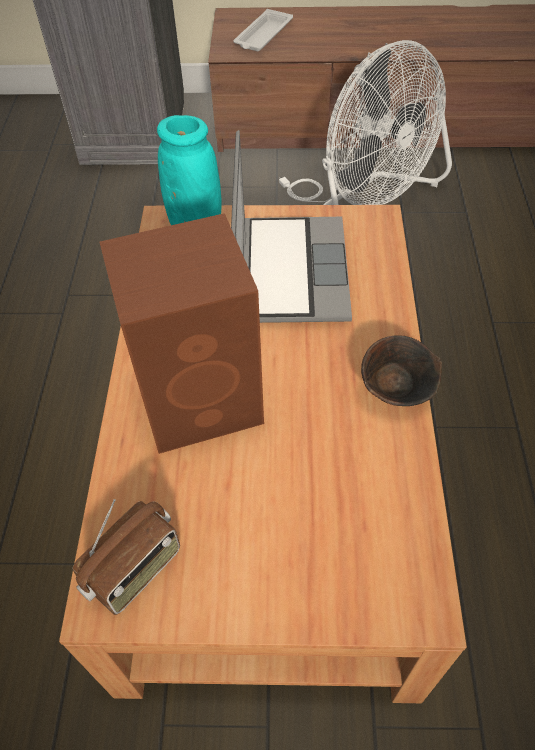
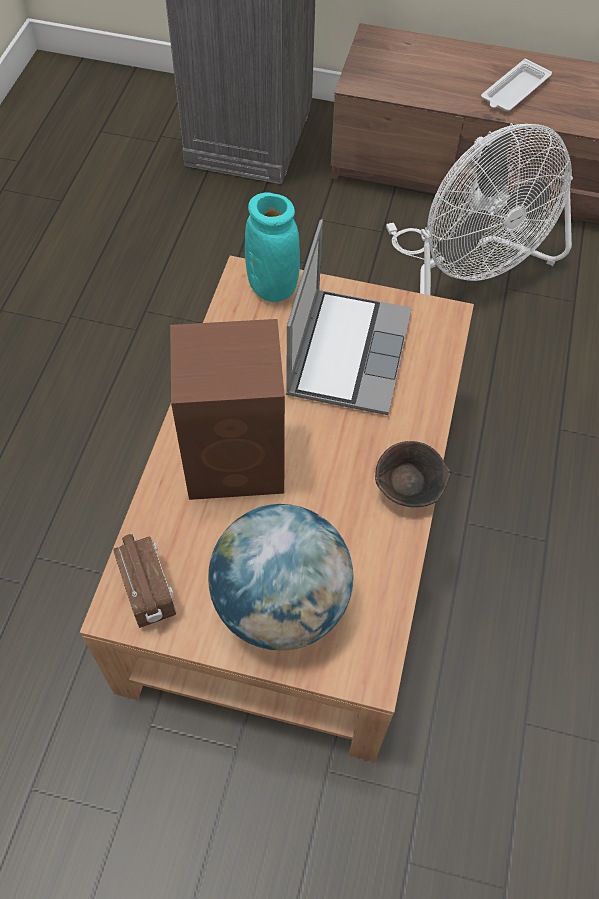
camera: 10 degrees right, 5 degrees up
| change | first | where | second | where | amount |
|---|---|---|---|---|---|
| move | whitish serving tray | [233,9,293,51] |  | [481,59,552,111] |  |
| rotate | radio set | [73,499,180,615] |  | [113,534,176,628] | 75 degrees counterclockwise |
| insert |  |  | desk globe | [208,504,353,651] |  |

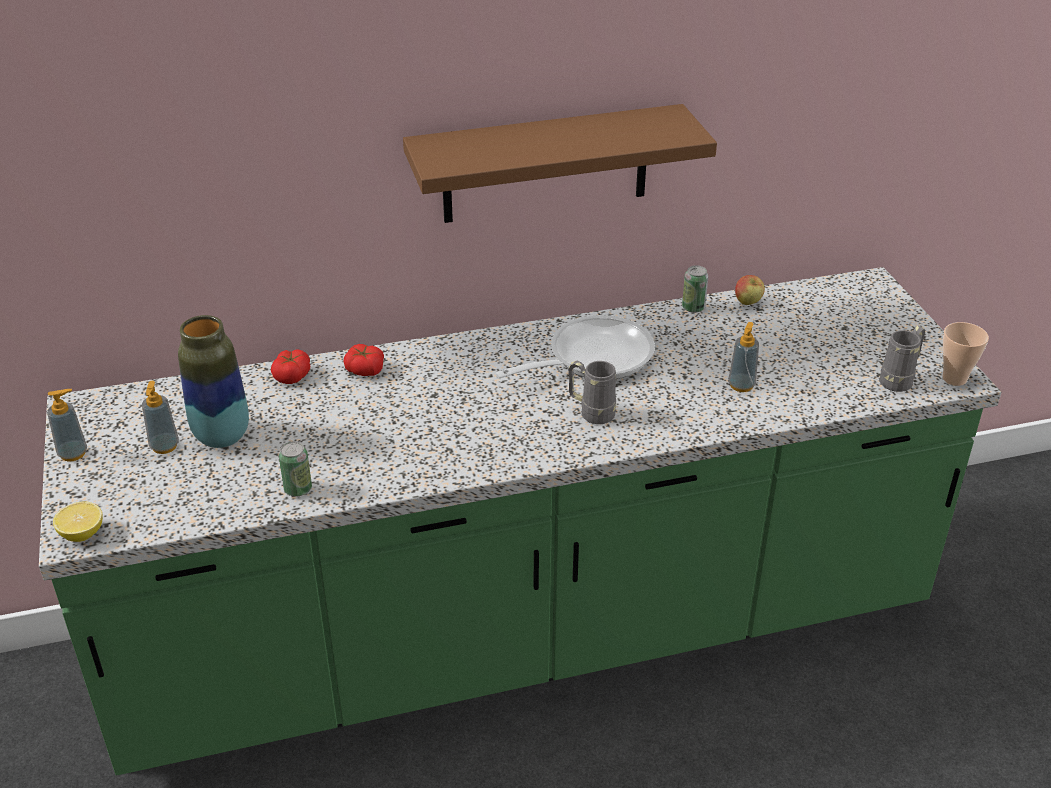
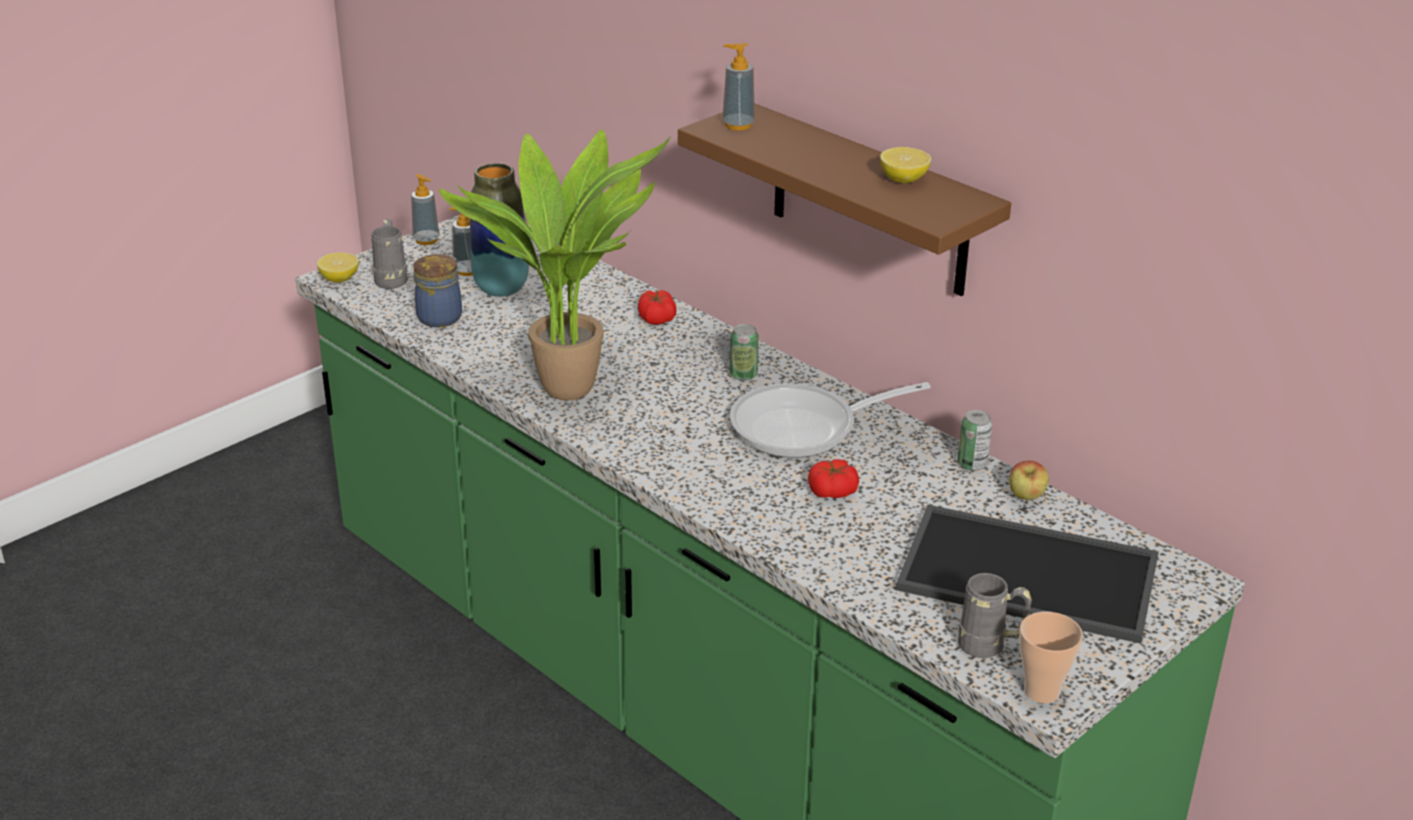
camera: 60 degrees right, 5 degrees down
| change | first | where | second | where | amount |
|---|---|---|---|---|---|
| rotate | frying pan | [496,315,655,379] |  | [730,382,931,458] | 135 degrees clockwise |
| move | soap bottle | [728,322,759,392] |  | [722,43,755,131] |  |
| move | tomato | [271,349,310,384] |  | [808,459,859,498] |  |
| move | greyish tea mug | [569,361,616,424] |  | [371,219,408,289] |  |
| move | metal can | [279,441,312,496] |  | [730,324,759,381] |  |
| insert |  |  | plant in a pot | [439,130,671,400] |  |
| insert |  |  | lemon | [880,147,931,183] |  |
| insert |  |  | storage jar | [413,254,462,327] |  |
| insert |  |  | serving tray | [896,505,1159,644] |  |

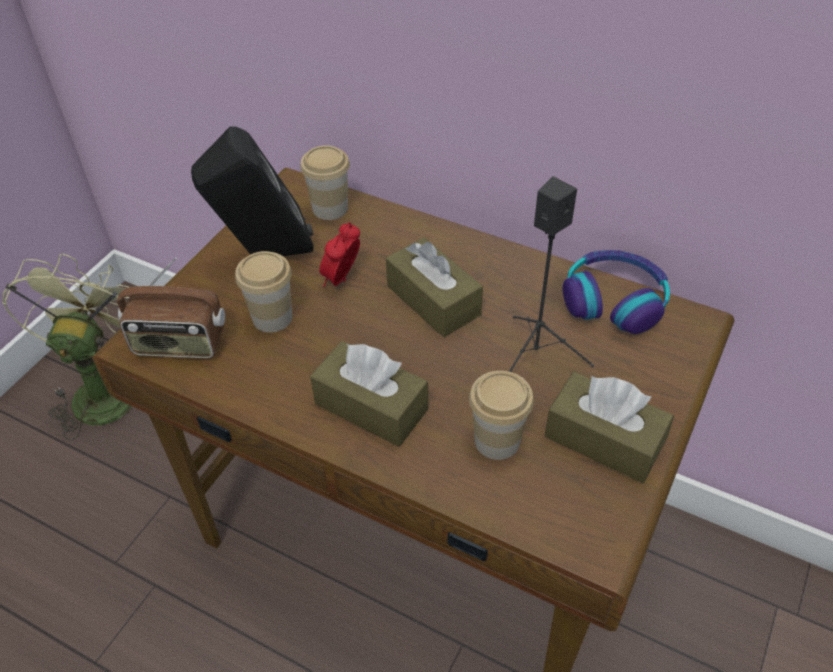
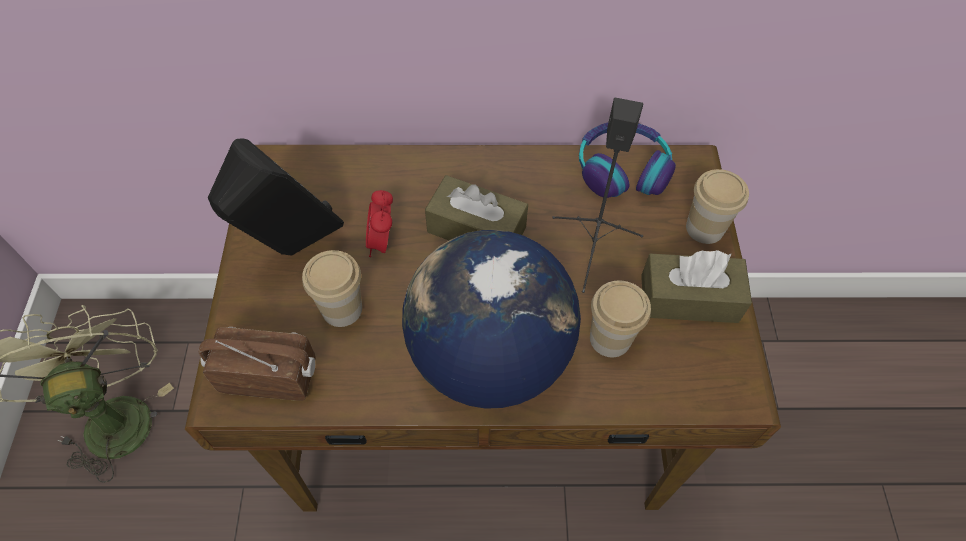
camera: 30 degrees left, 10 degrees up
| change | first | where | second | where | amount |
|---|---|---|---|---|---|
| move | small cup | [300,145,350,220] |  | [686,169,749,244] |  |
| rotate | radio set | [117,257,225,359] |  | [199,327,316,401] | 150 degrees counterclockwise |
| replace | brown tissue holder | [310,341,428,447] | desk globe | [402,230,581,409] |  |

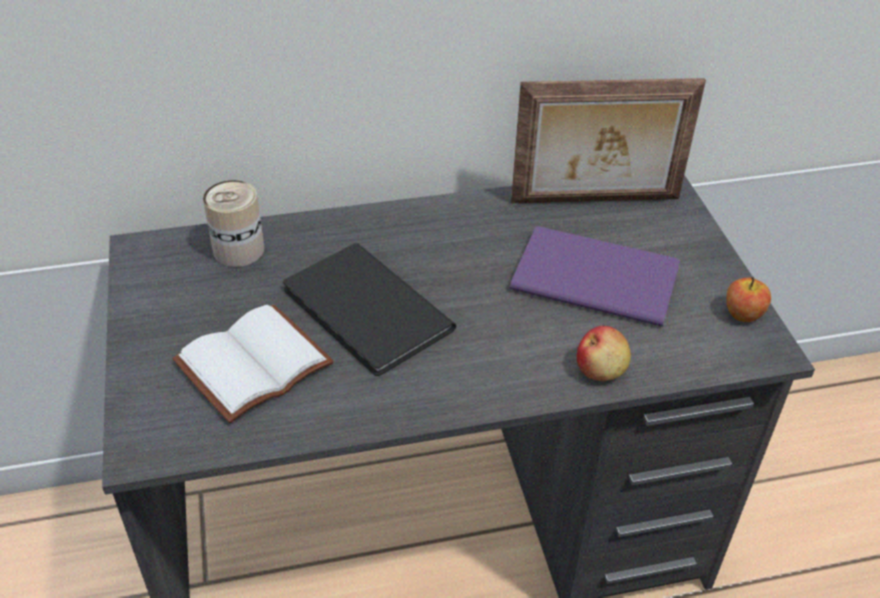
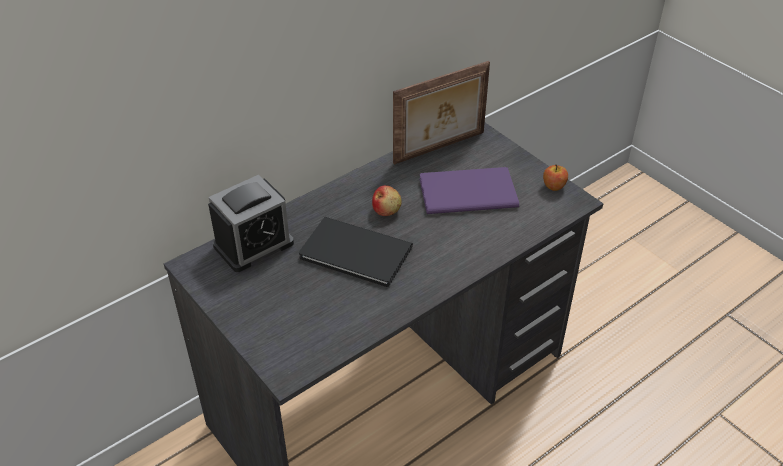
camera: 25 degrees left, 0 degrees up
| change | first | where | second | where | amount |
|---|---|---|---|---|---|
| replace | metal can | [203,180,264,267] | bedside clock | [208,175,294,272] |  |
| delete | whitish bound book | [172,305,334,423] |  |  |  |
| move | apple fruit | [576,326,631,381] |  | [372,185,402,216] |  |

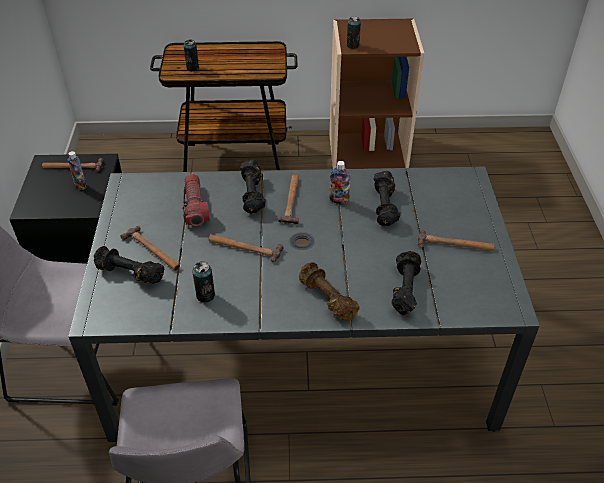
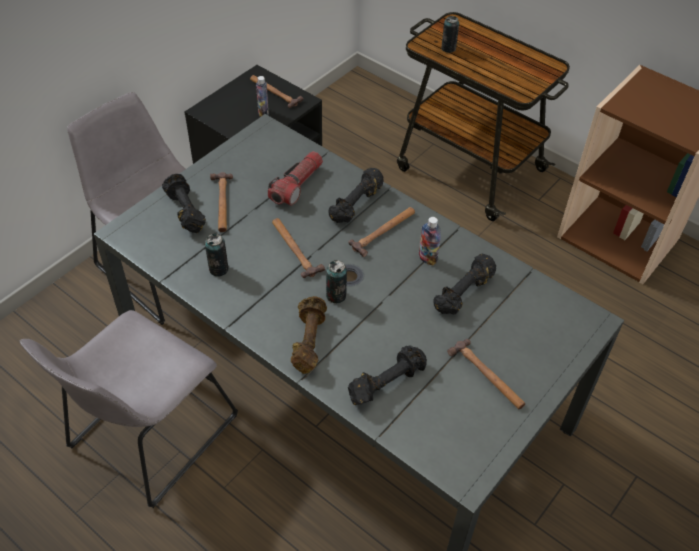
camera: 40 degrees right, 5 degrees up
| change | first | where | second | where | amount |
|---|---|---|---|---|---|
| move | metal can | [347,16,361,49] |  | [326,260,347,303] |  |

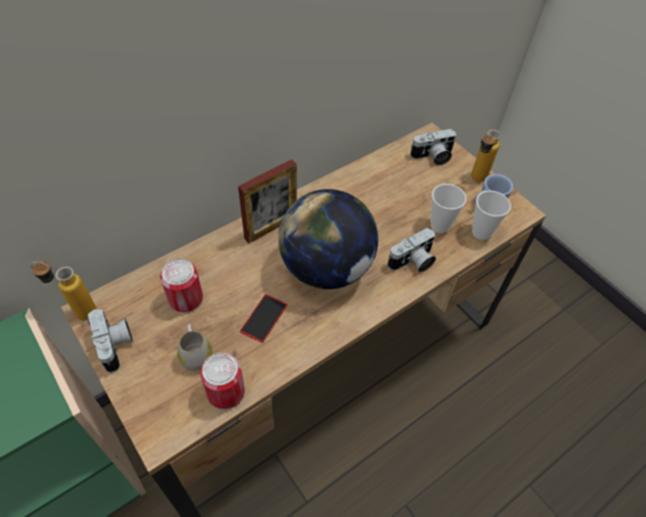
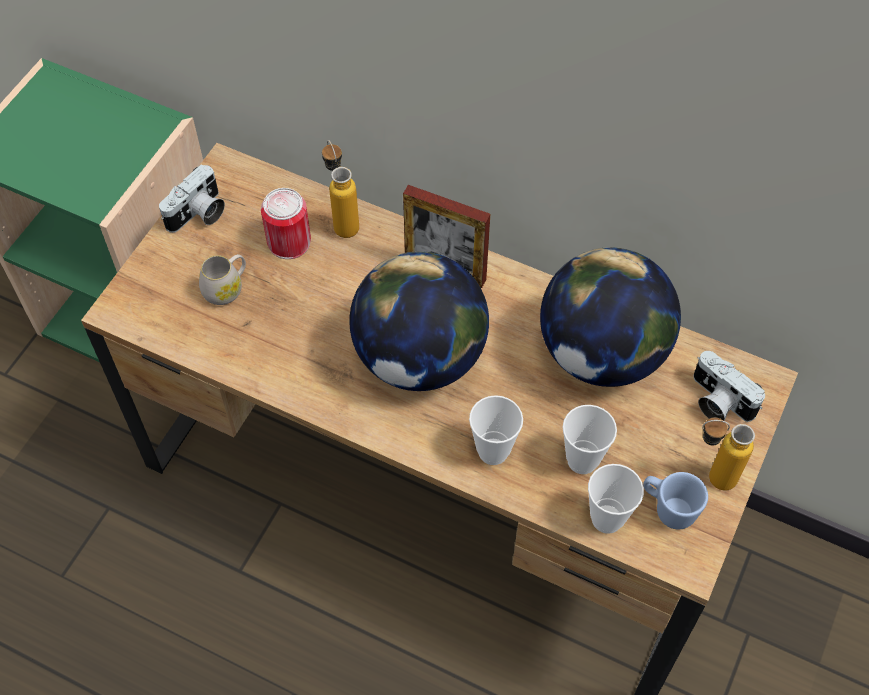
camera: 65 degrees right, 5 degrees up
| change | first | where | second | where | amount |
|---|---|---|---|---|---|
| replace | still camera | [388,228,436,273] | small cup | [469,395,523,465] |  |
| move | bottle | [31,262,97,321] |  | [322,140,359,238] |  |
| delete | telephone | [240,294,287,343] |  |  |  |
| delete | metal can | [200,353,245,410] |  |  |  |
| insert |  |  | desk globe | [540,247,681,387] |  |

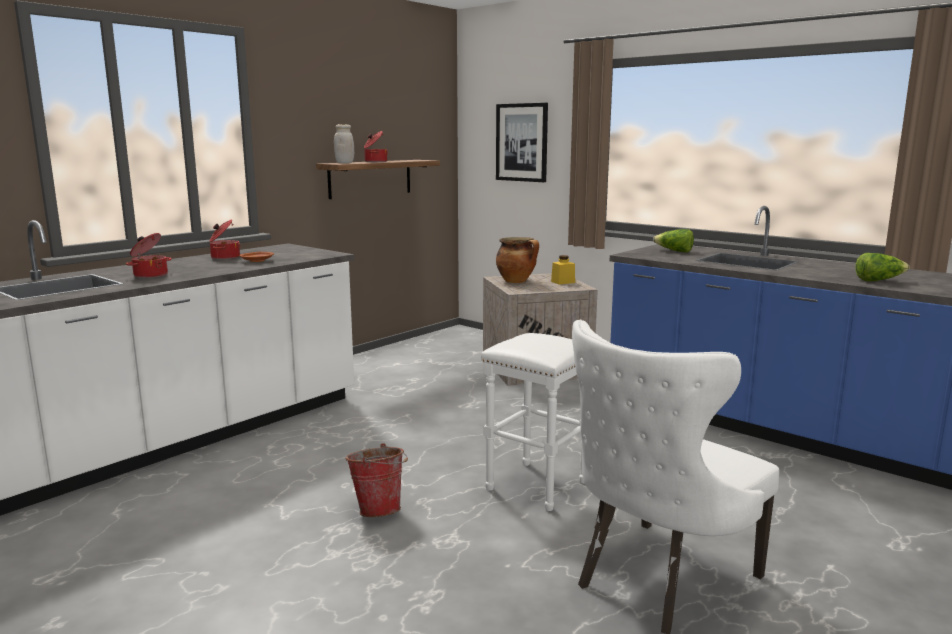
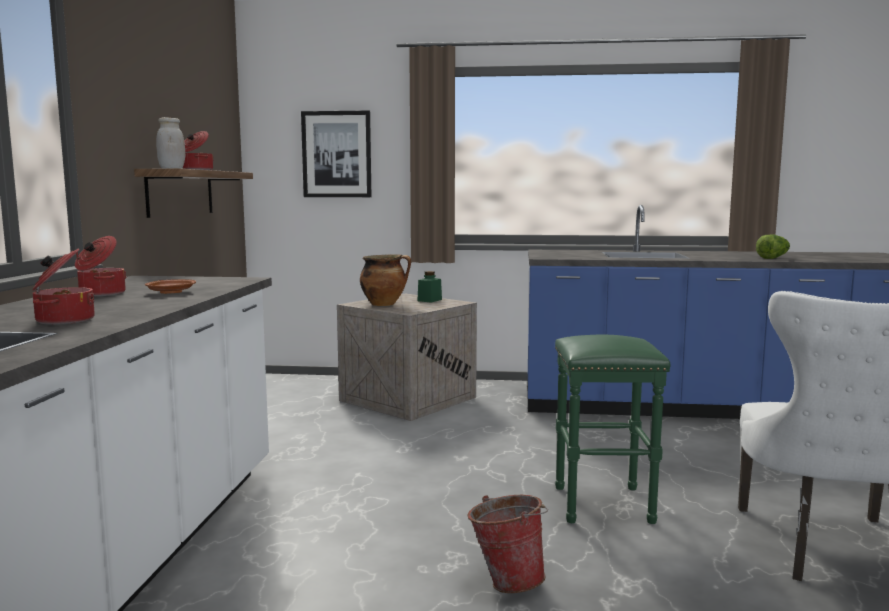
camera: 35 degrees left, 5 degrees down
| change | first | where | second | where | amount |
|---|---|---|---|---|---|
| delete | lettuce | [653,229,694,253] |  |  |  |
| recolor | yellow storage jar | [551,255,575,285] | greenish storage jar | [417,271,442,303] |  |
| recolor | whitish sitting stool | [481,333,584,511] | greenish sitting stool | [555,335,670,524] |  |

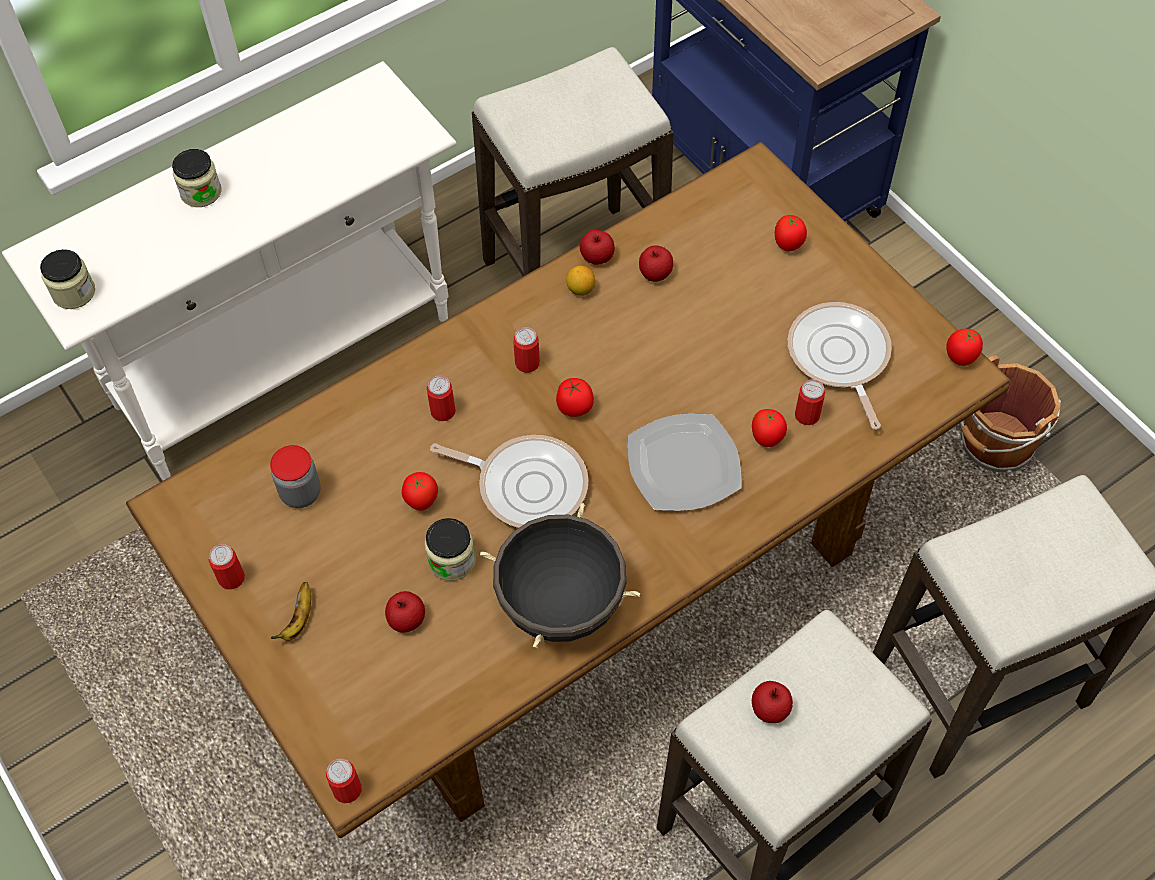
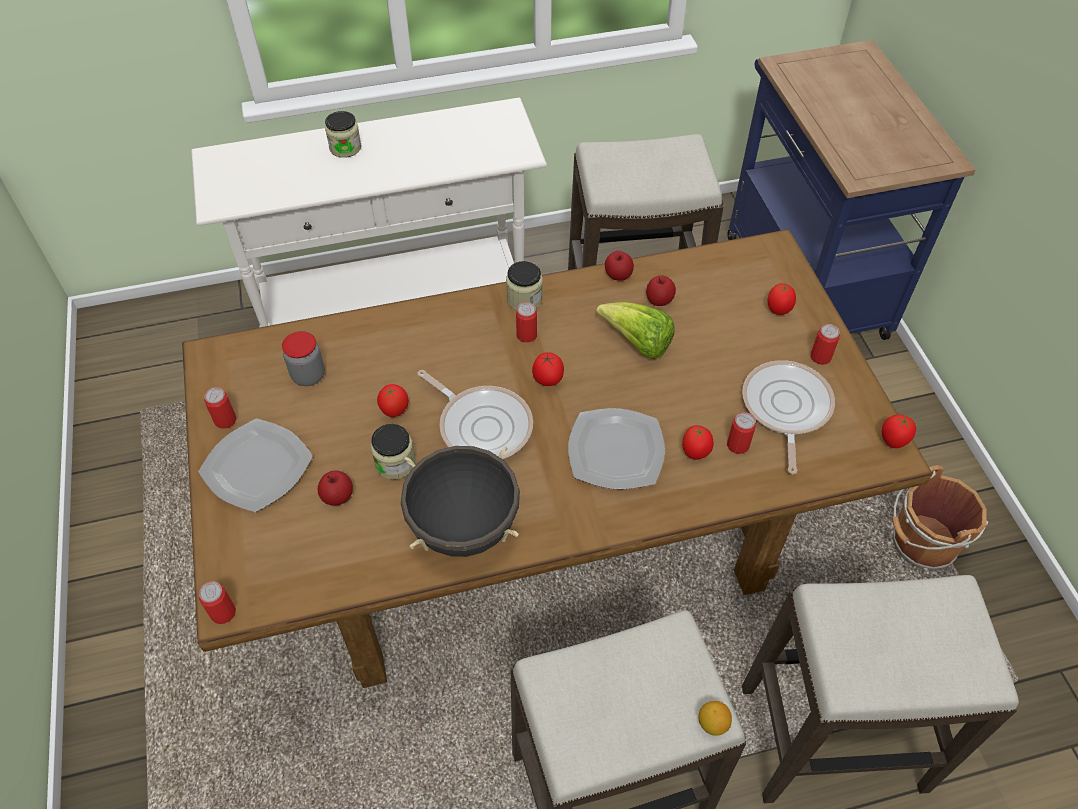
camera: 20 degrees right, 5 degrees down
| change | first | where | second | where | amount |
|---|---|---|---|---|---|
| move | storage jar | [40,249,95,309] |  | [506,261,543,310] |  |
| move | lemon | [566,265,595,296] |  | [698,701,732,736] |  |
| move | metal can | [427,376,456,421] |  | [810,324,840,365] |  |
| replace | banana fruit | [271,582,311,641] | dinner plate | [198,418,313,512] |  |
| delete | apple fruit | [752,681,793,723] |  |  |  |
| insert |  |  | lettuce | [596,302,675,359] |  |

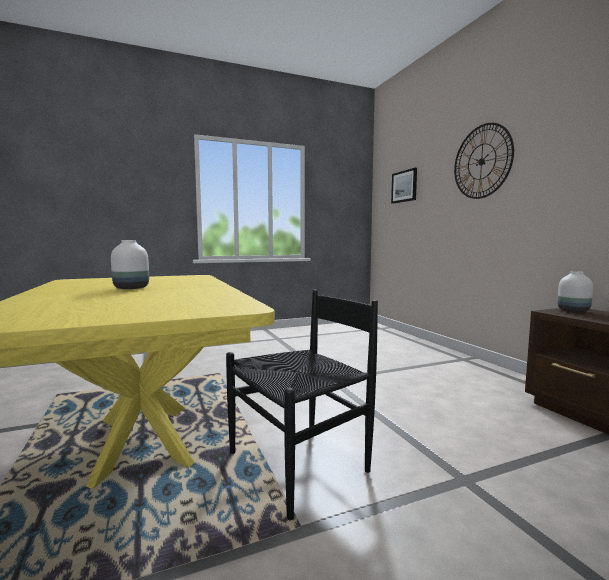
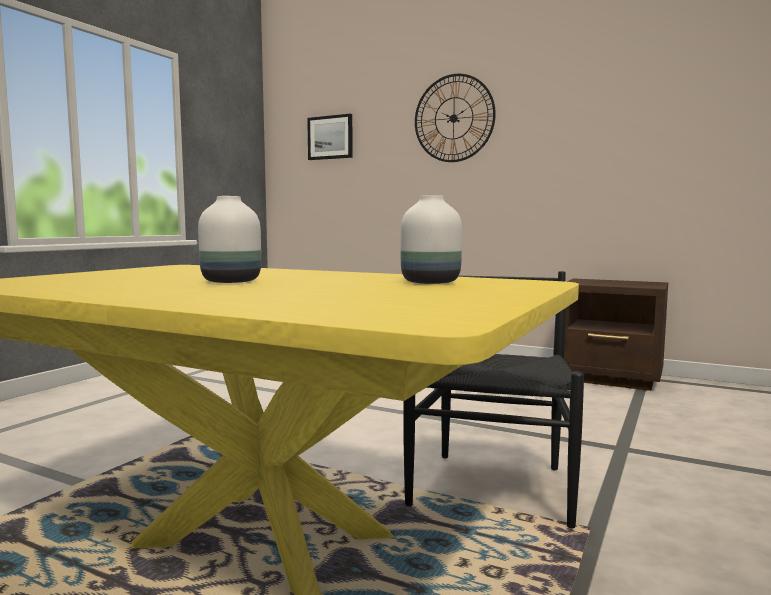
camera: 40 degrees left, 0 degrees up
| change | first | where | second | where | amount |
|---|---|---|---|---|---|
| move | whitish decorative vase | [557,271,593,312] |  | [401,195,462,284] |  |

